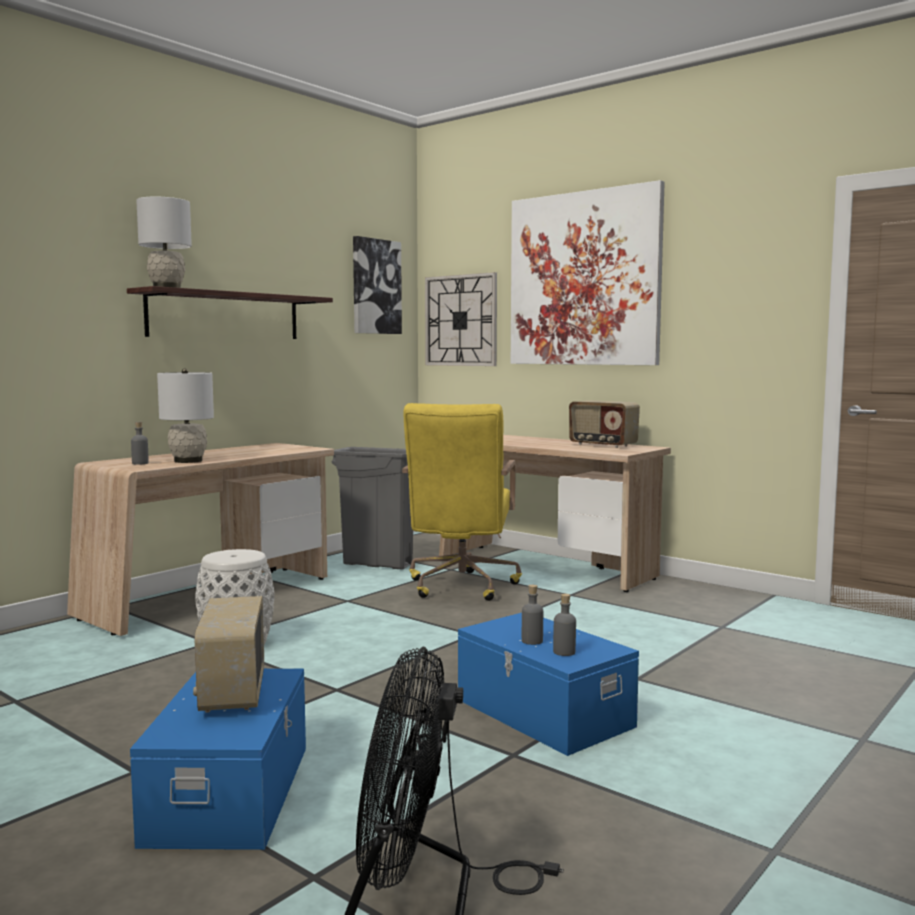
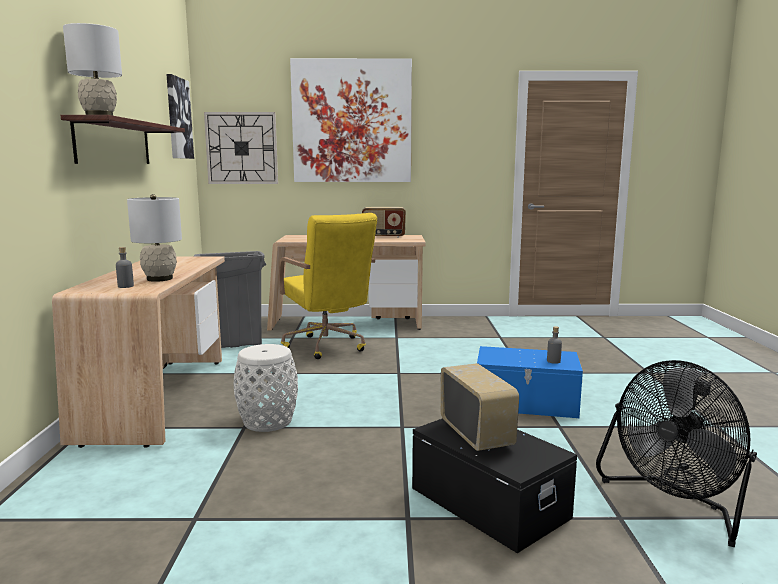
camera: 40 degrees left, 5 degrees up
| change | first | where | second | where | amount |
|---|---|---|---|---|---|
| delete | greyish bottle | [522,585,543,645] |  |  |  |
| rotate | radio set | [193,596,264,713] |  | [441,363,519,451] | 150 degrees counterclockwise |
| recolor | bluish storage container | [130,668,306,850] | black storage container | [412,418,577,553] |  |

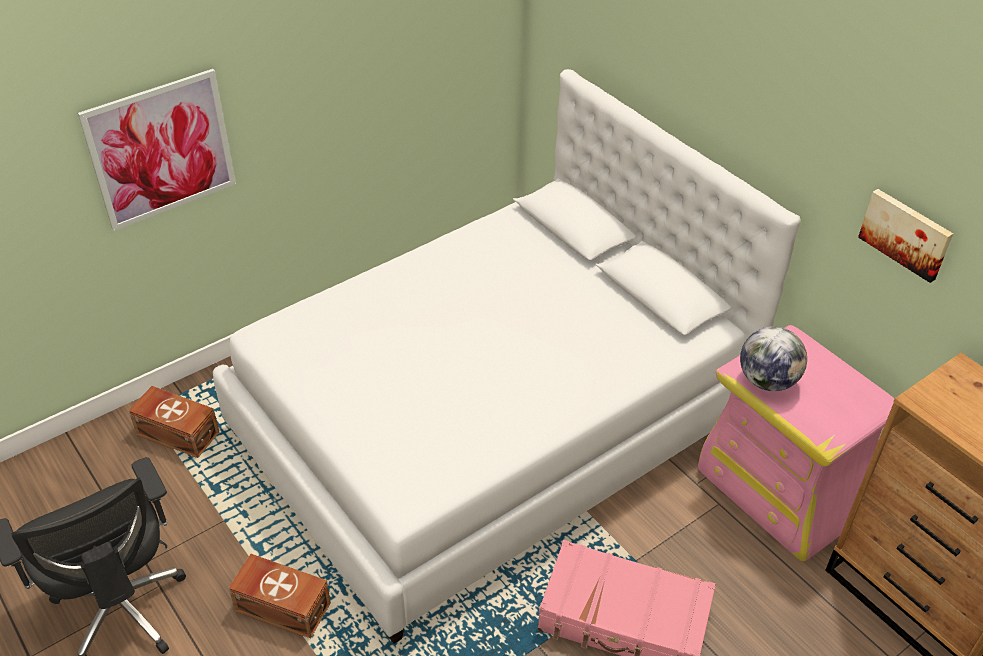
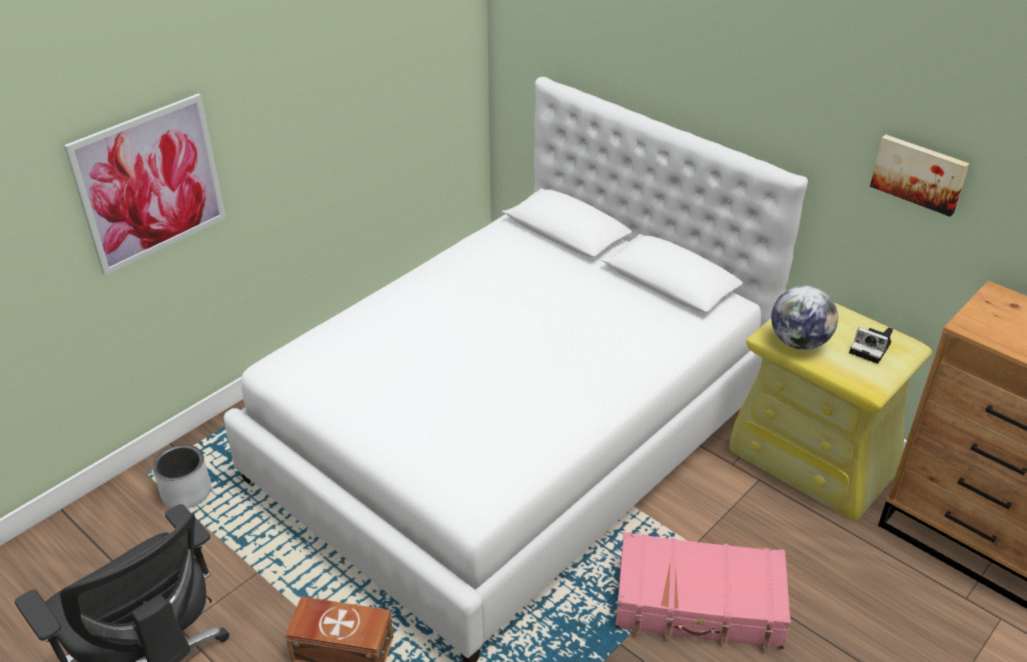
camera: 10 degrees left, 5 degrees down
| change | first | where | second | where | amount |
|---|---|---|---|---|---|
| recolor | pink-coloured nightstand | [698,325,895,561] | yellow nightstand | [729,303,932,521] |  |
| replace | brown storage container | [128,386,219,458] | greyish flower pot | [152,445,211,508] |  |
| insert |  |  | still camera | [849,327,893,364] |  |

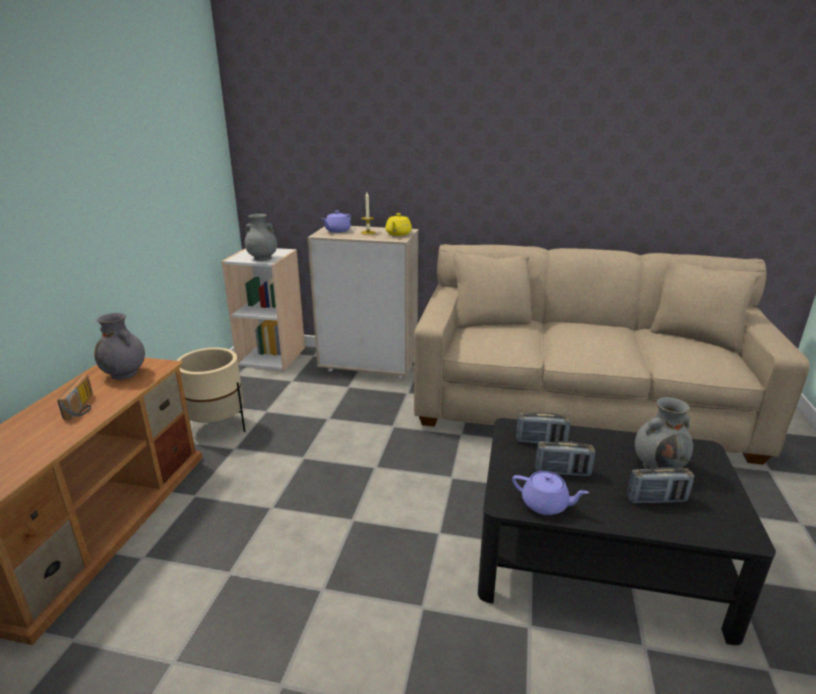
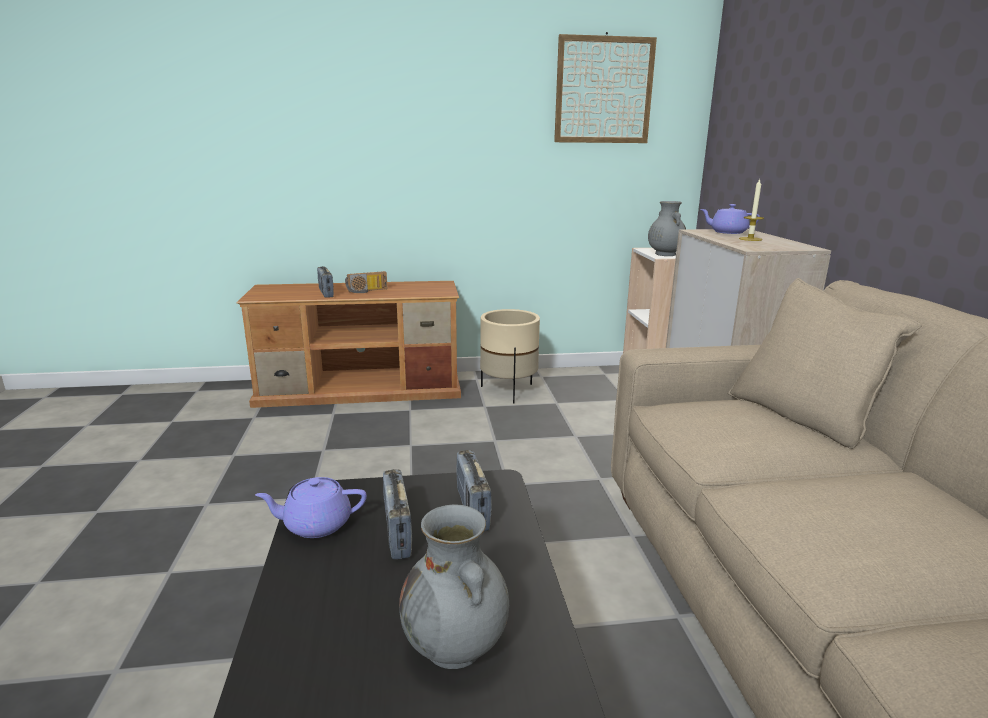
camera: 70 degrees right, 5 degrees down
| change | first | where | second | where | amount |
|---|---|---|---|---|---|
| delete | yellow tea pot | [385,213,412,236] |  |  |  |
| delete | greyish decorative vase | [94,313,145,380] |  |  |  |
| move | radio set | [627,467,694,504] |  | [317,266,334,298] |  |
| rotate | purple tea pot | [512,471,589,515] |  | [255,477,367,538] | 75 degrees clockwise |
| insert |  |  | picture | [554,32,657,143] |  |

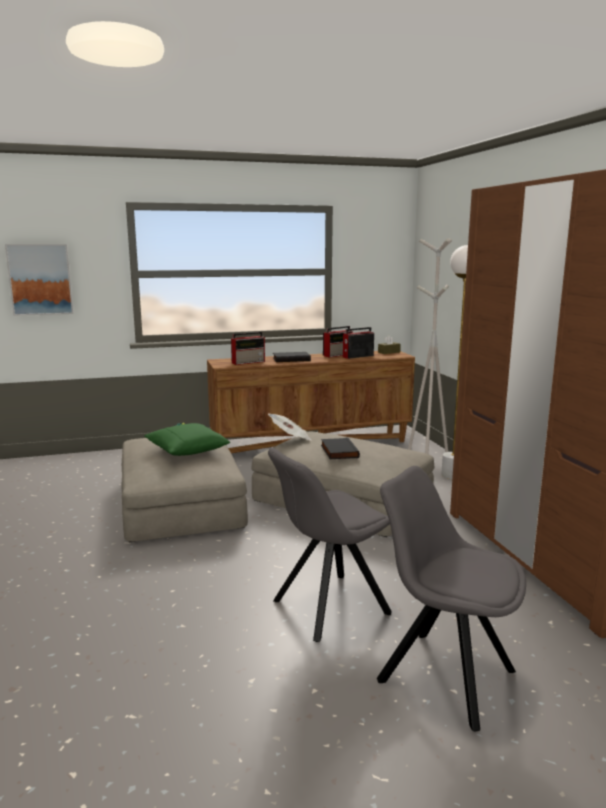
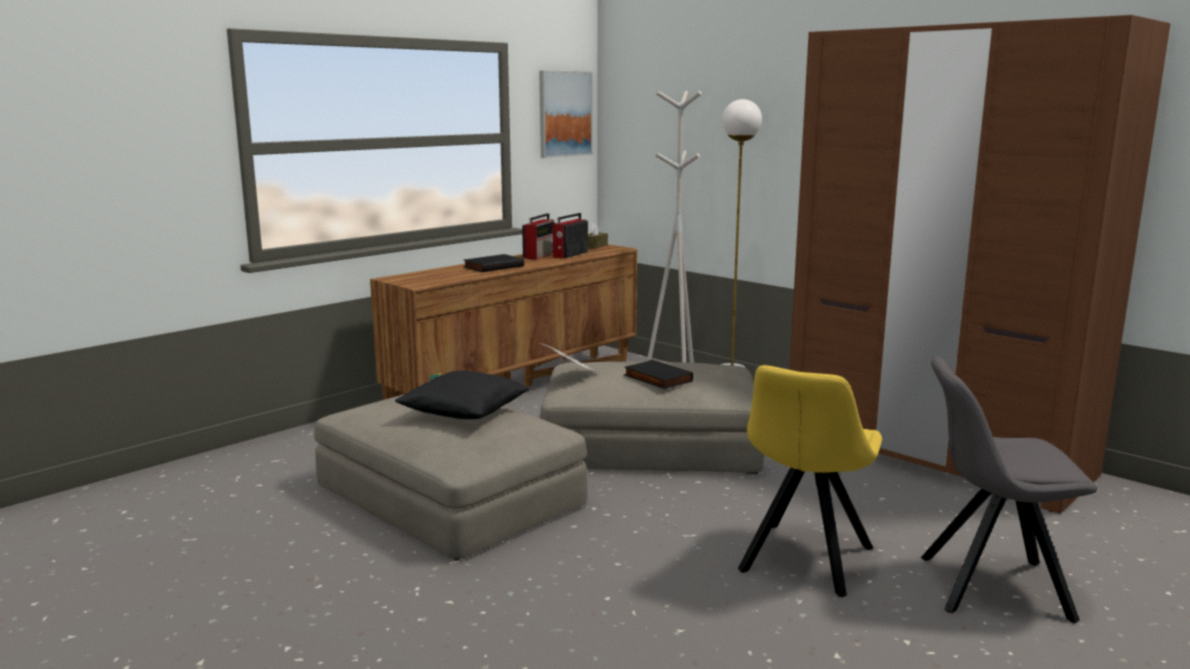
camera: 30 degrees left, 0 degrees up
| change | first | where | second | where | amount |
|---|---|---|---|---|---|
| move | picture | [5,244,74,316] |  | [539,70,593,158] |  |
| delete | radio set | [231,332,265,365] |  |  |  |
| recolor | greenish cushion | [144,423,230,456] | black cushion | [395,371,529,419] |  |
| recolor | greyish chair | [268,448,392,642] | yellow chair | [738,365,882,597] |  |

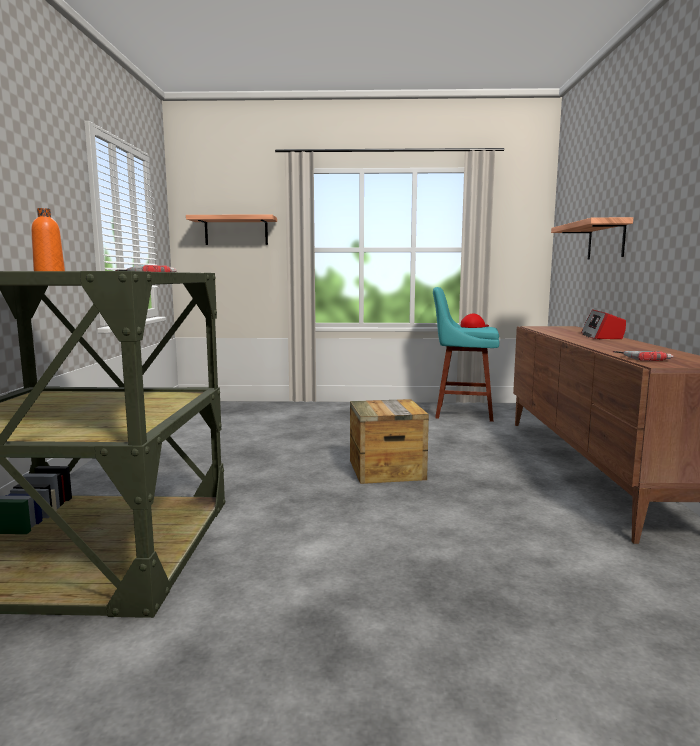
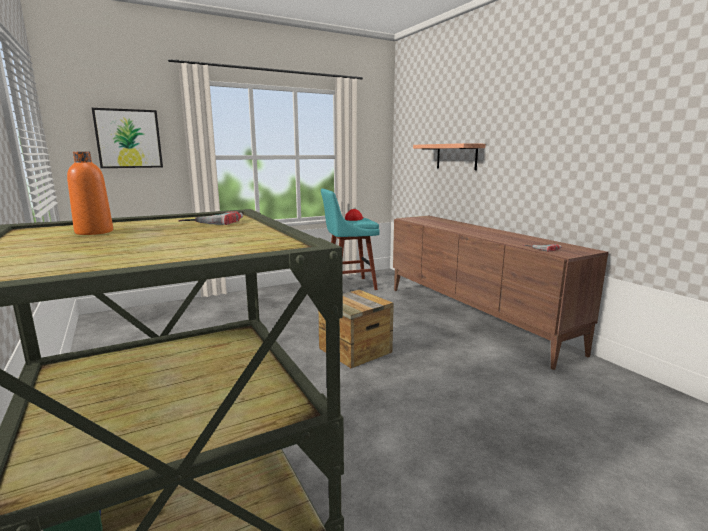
camera: 30 degrees left, 5 degrees up
| change | first | where | second | where | amount |
|---|---|---|---|---|---|
| replace | wall shelf | [186,214,277,245] | picture | [92,108,163,168] |  |
| delete | radio set | [581,309,626,339] |  |  |  |

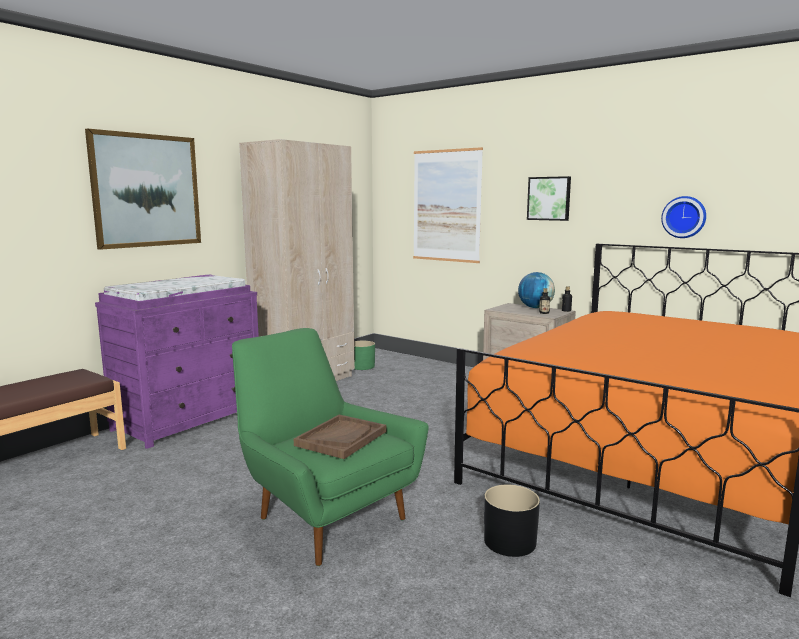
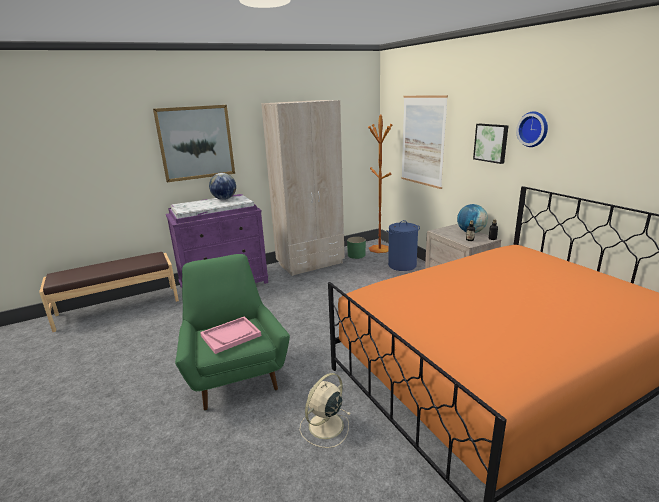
camera: 25 degrees right, 10 degrees up
| change | first | where | second | where | amount |
|---|---|---|---|---|---|
| move | wall clock | [661,196,706,238] |  | [516,111,548,147] |  |
| recolor | brown serving tray | [294,415,386,459] | pink-coloured serving tray | [200,316,261,354] |  |
| replace | black flower pot | [484,484,540,557] | sand-coloured electric fan | [300,373,350,448] |  |
| insert |  |  | orange-coloured clothes rack | [368,115,393,253] |  |
| insert |  |  | desk globe | [209,173,236,200] |  |
| insert |  |  | bluish hamper | [386,220,420,271] |  |

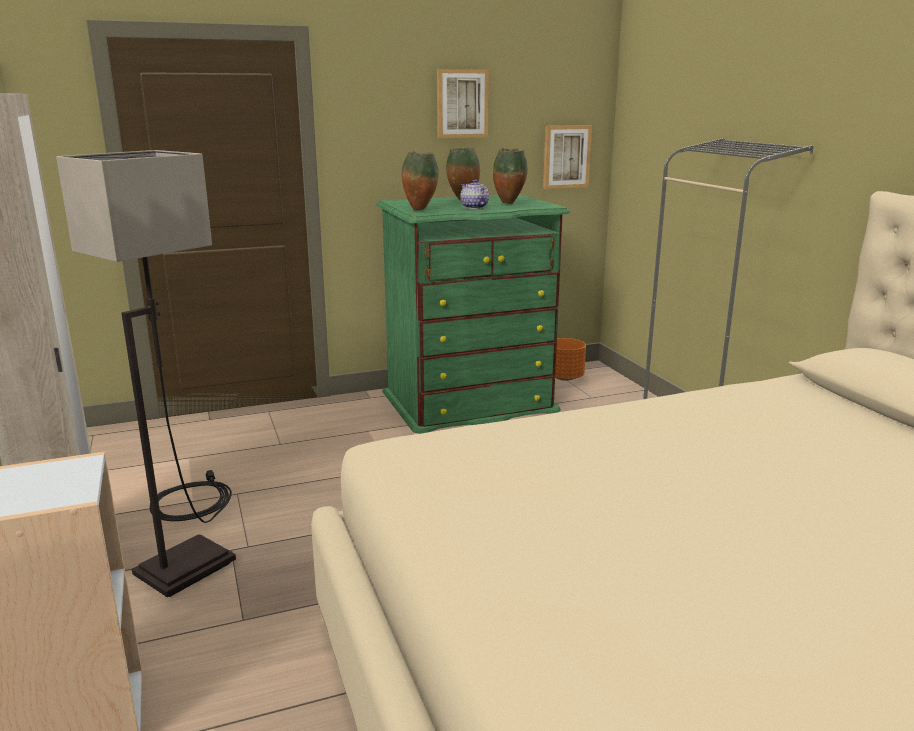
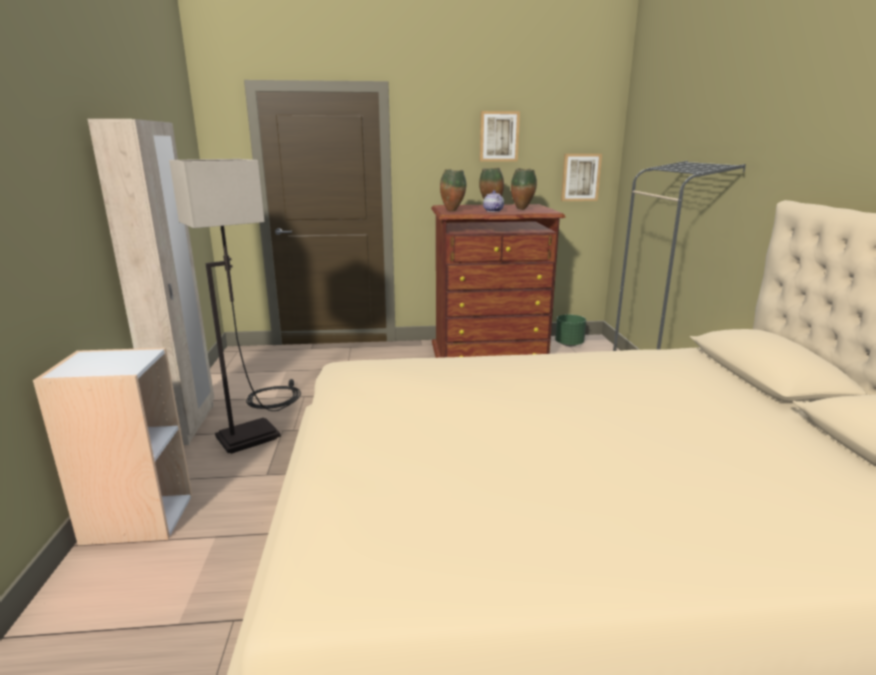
camera: 15 degrees right, 0 degrees up
| change | first | where | second | where | amount |
|---|---|---|---|---|---|
| recolor | greenish dresser | [376,194,570,434] | brown dresser | [431,204,566,358] |  |
| recolor | orange-coloured flower pot | [555,338,586,381] | greenish flower pot | [555,314,586,346] |  |

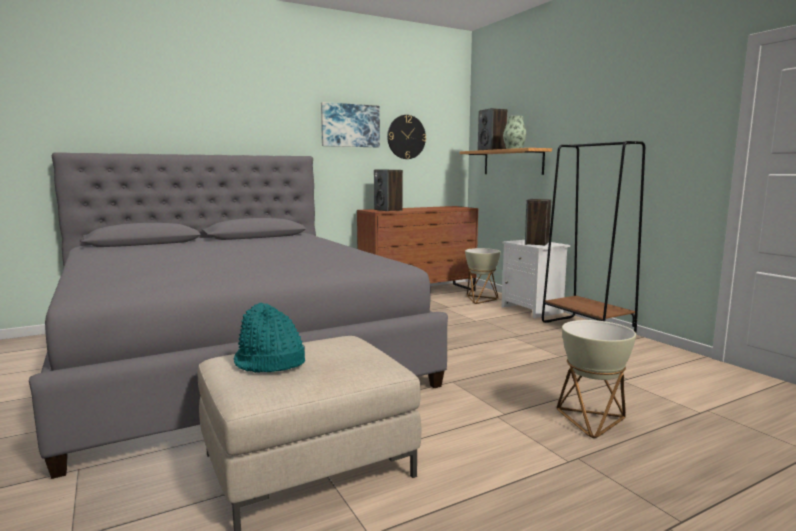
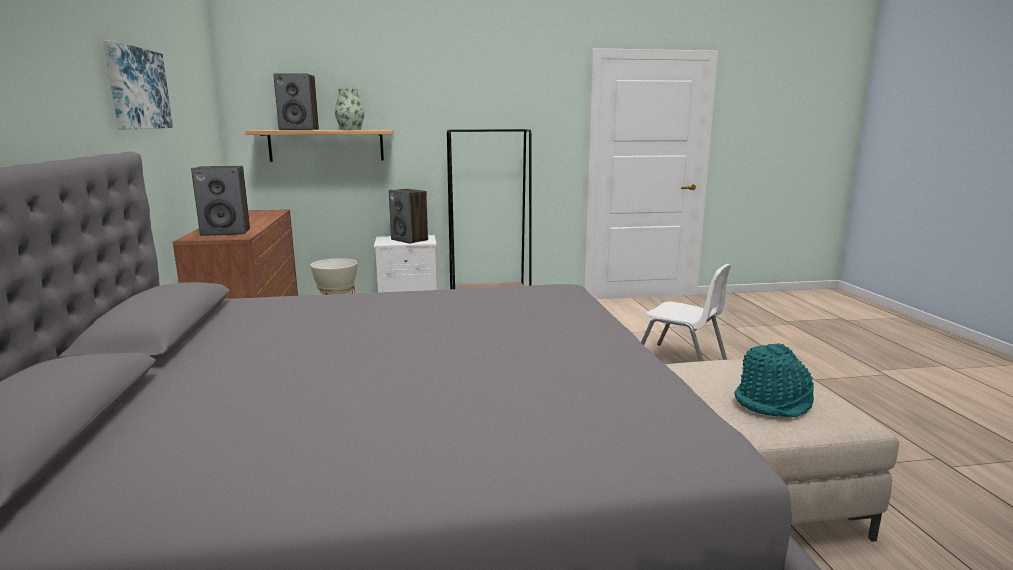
camera: 70 degrees left, 5 degrees up
| change | first | where | second | where | amount |
|---|---|---|---|---|---|
| delete | wall clock | [387,115,426,159] |  |  |  |
| replace | flower pot | [557,320,636,438] | whitish chair | [641,264,731,362] |  |

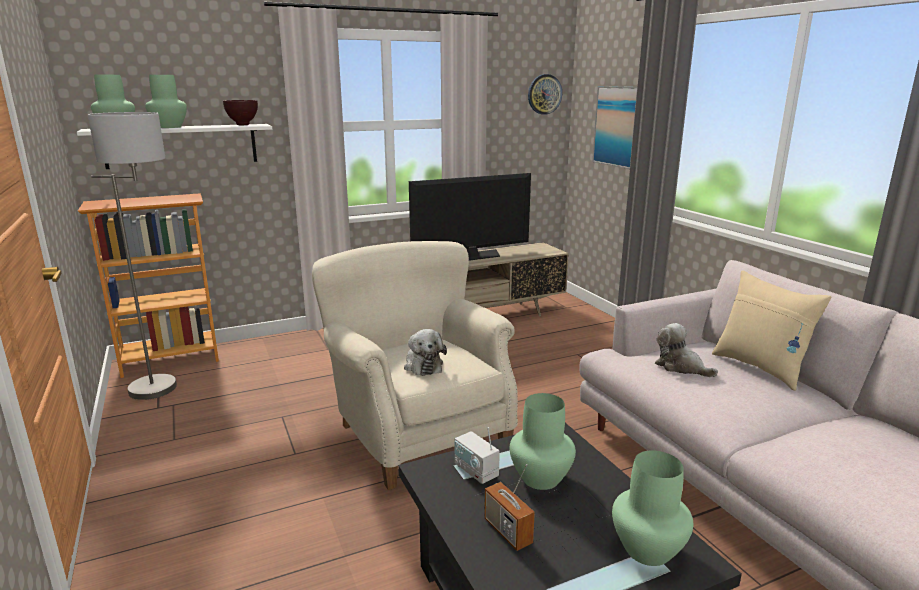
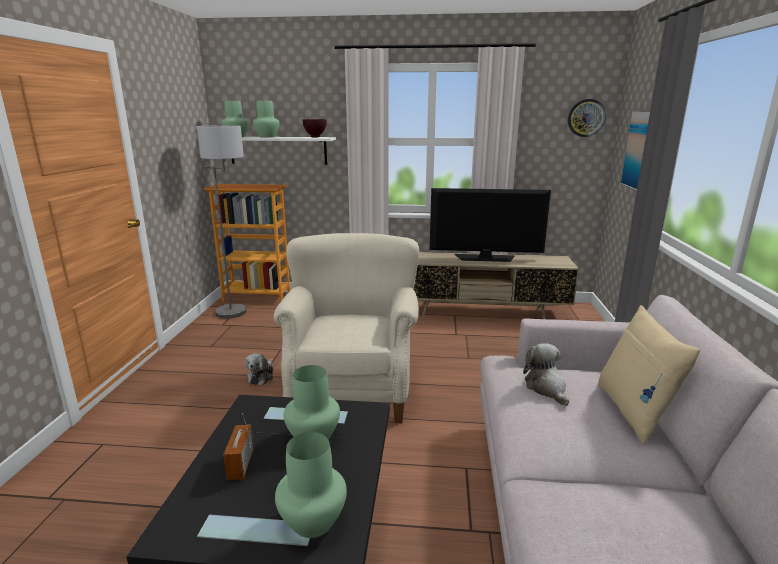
camera: 30 degrees right, 0 degrees up
| change | first | where | second | where | amount |
|---|---|---|---|---|---|
| move | cuddly toy | [404,329,447,376] |  | [245,353,273,385] |  |
| delete | radio set | [454,427,500,484] |  |  |  |

